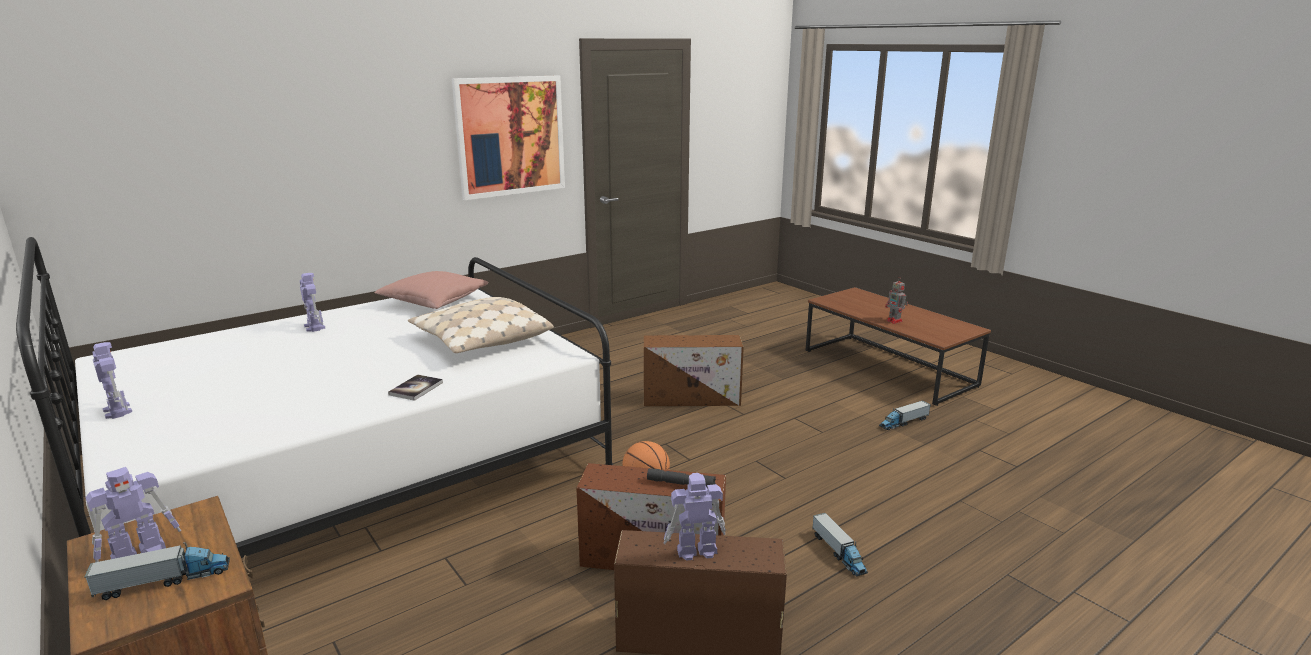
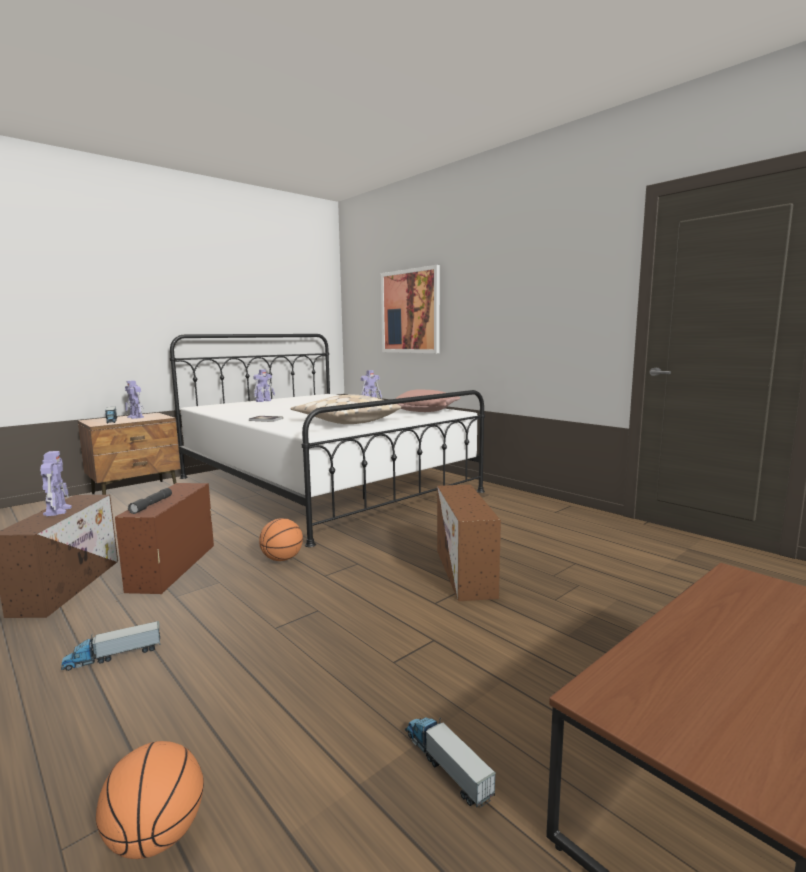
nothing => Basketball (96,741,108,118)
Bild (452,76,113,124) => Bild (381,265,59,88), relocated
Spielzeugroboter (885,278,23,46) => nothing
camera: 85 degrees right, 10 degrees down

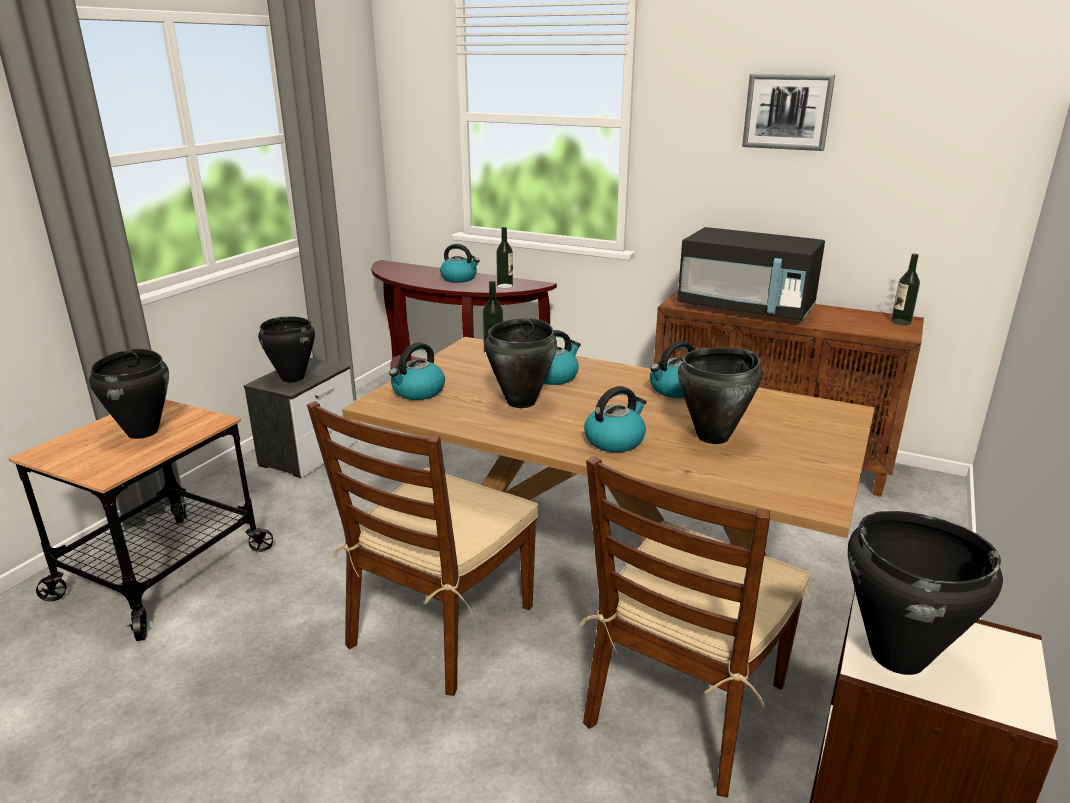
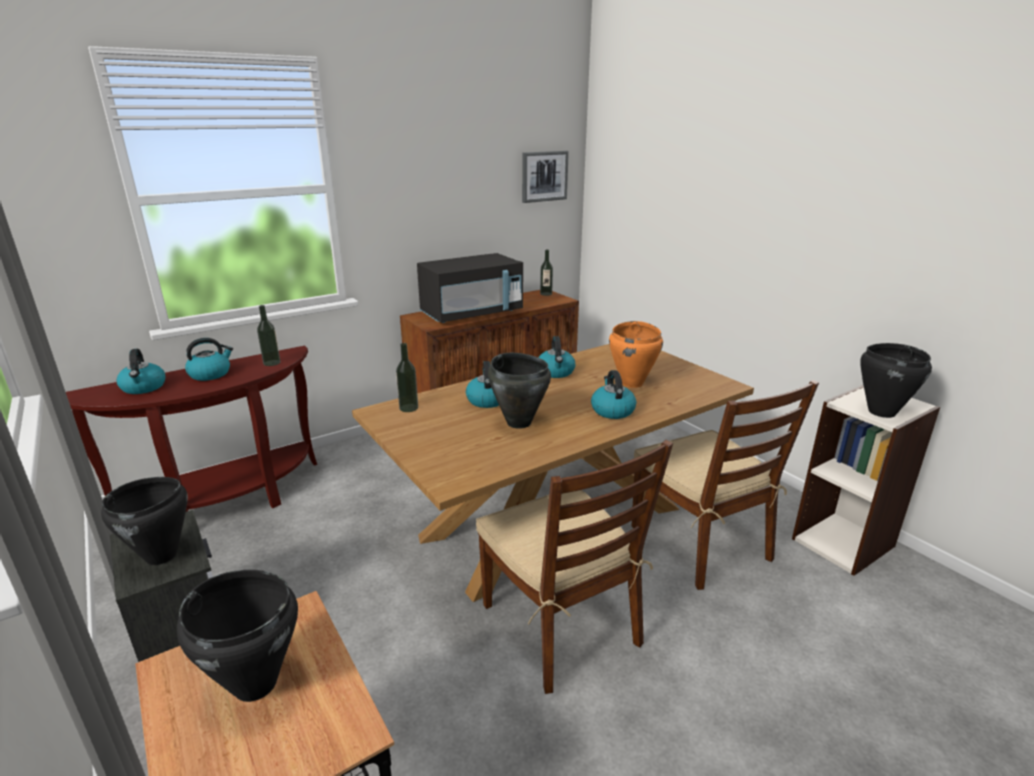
Wasserkessel (389,343,56,57) => Wasserkessel (117,349,48,45), relocated
Bild (742,74,93,77) => Bild (522,151,47,52), relocated
Kochtopf [schwarz] (678,347,84,97) => Kochtopf [orange] (609,321,54,67)
camera: 60 degrees left, 0 degrees up

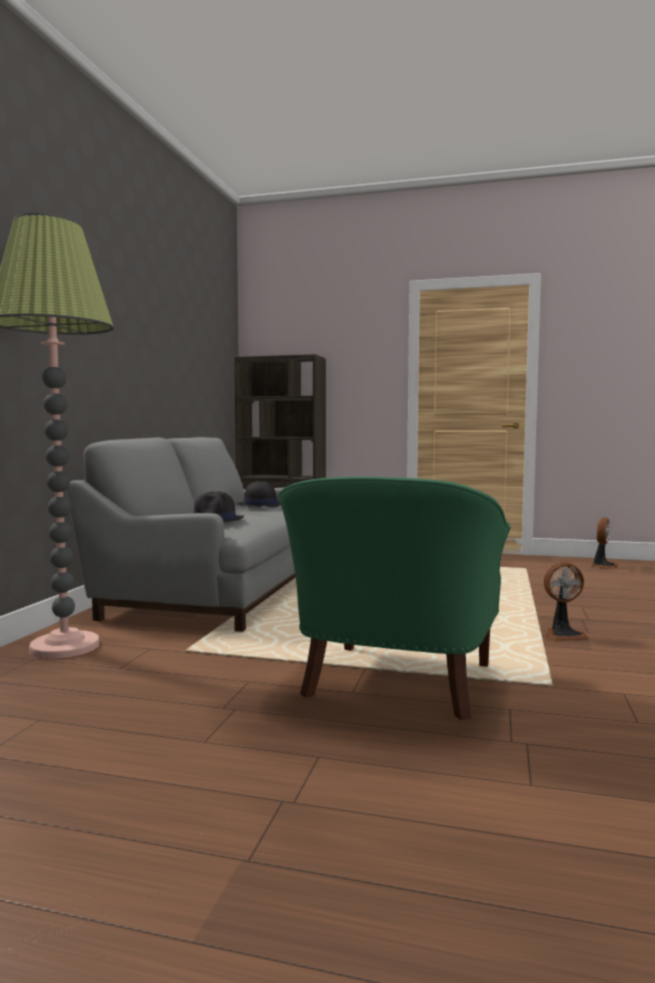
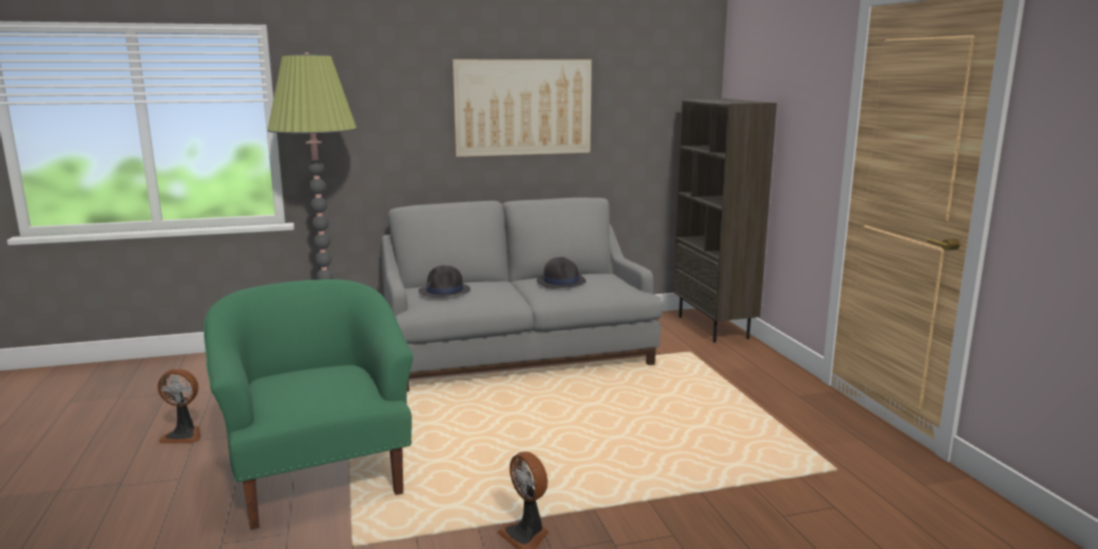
Ventilator (591,518,27,52) => Ventilator (158,369,43,74), relocated
Sessel [grün] (278,477,233,243) => Sessel [grün] (204,279,209,251), 75 degrees clockwise
nothing => Bild (452,59,140,98)
camera: 60 degrees right, 10 degrees up

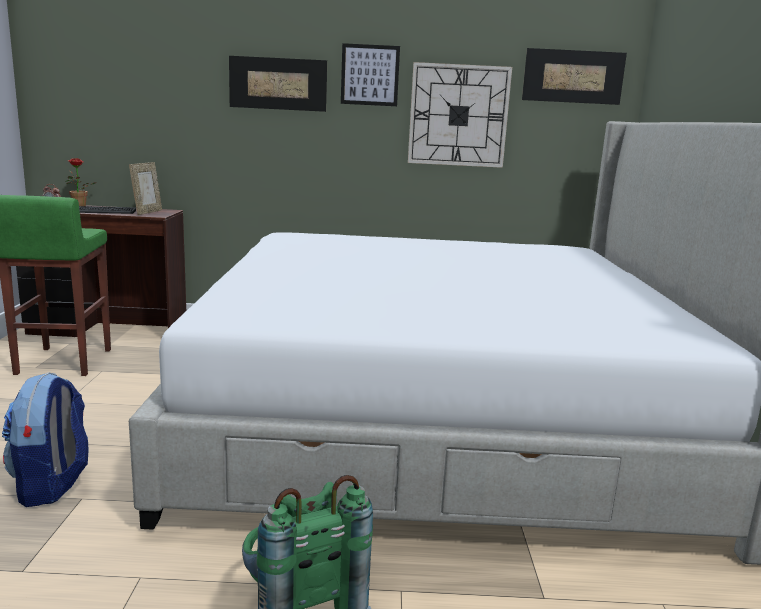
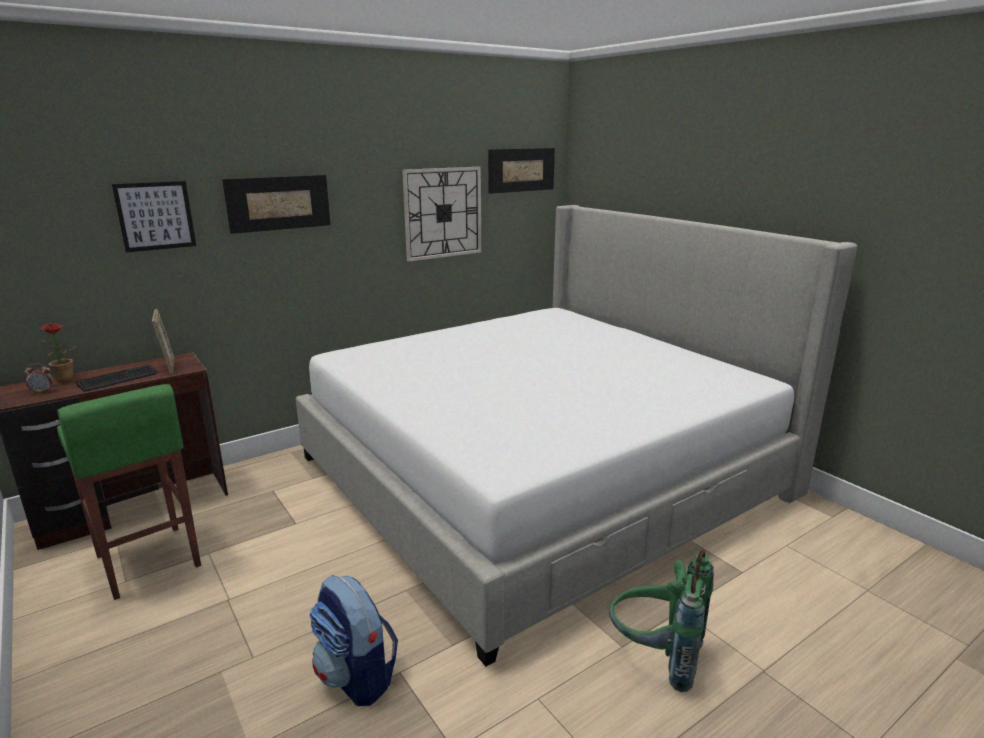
Bild (341,43,59,63) => Bild (112,181,84,71), relocated
camera: 35 degrees left, 5 degrees up

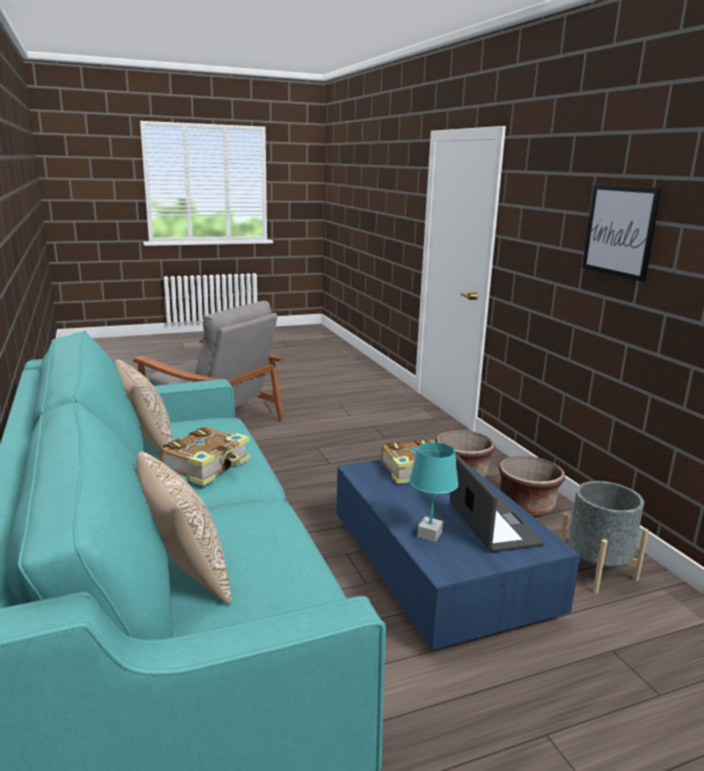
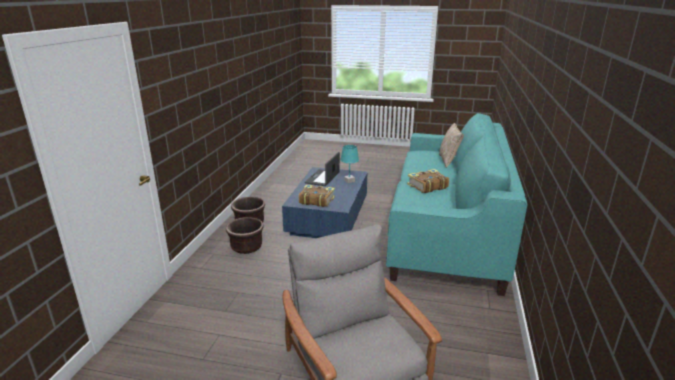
Kissen (115,359,58,91) => nothing
Pflanzkübel [grau] (560,481,89,113) => nothing
Bild (582,184,80,98) => nothing
camera: 145 degrees left, 5 degrees up

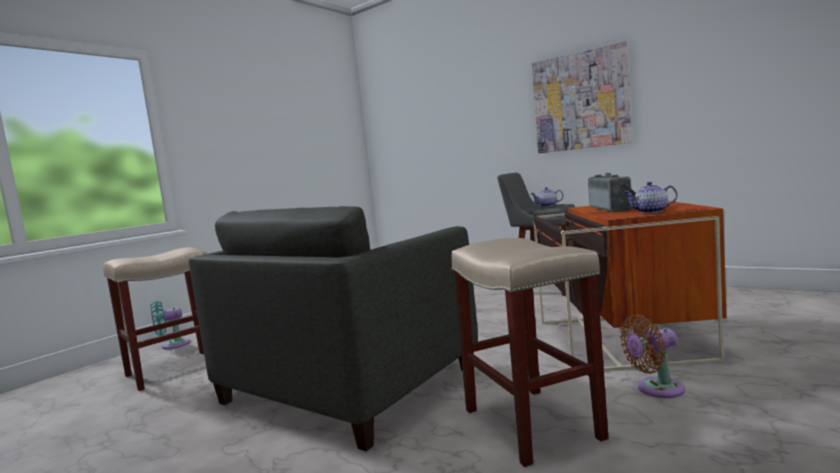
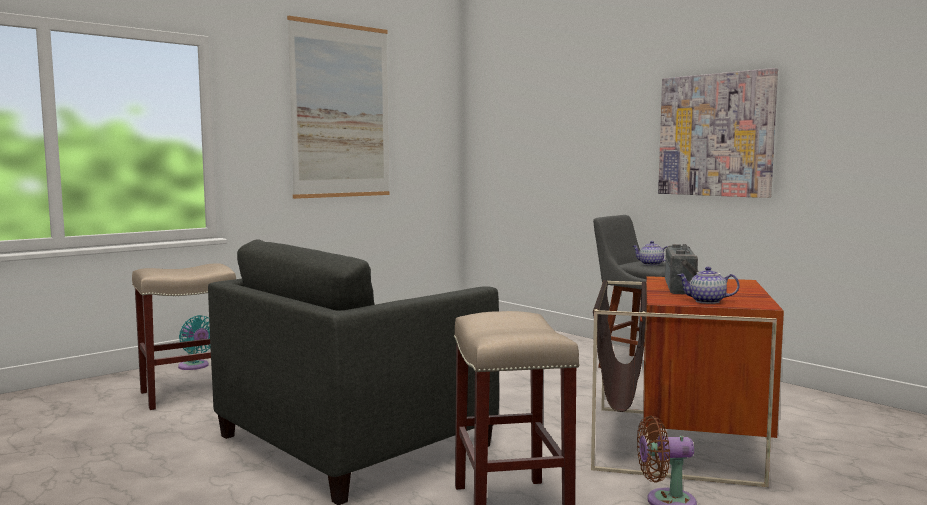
Ventilator [türkis] (150,301,40,48) => Ventilator [türkis] (178,315,33,55), 120 degrees counterclockwise
nothing => Bild (287,16,103,183)
camera: 10 degrees right, 0 degrees up

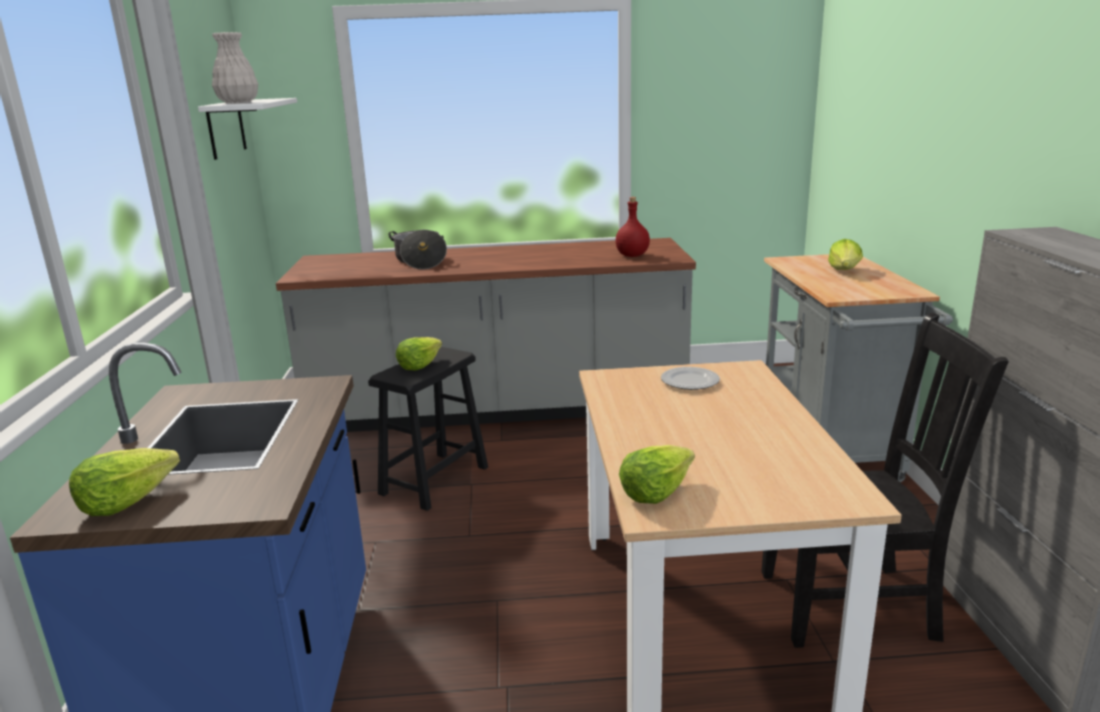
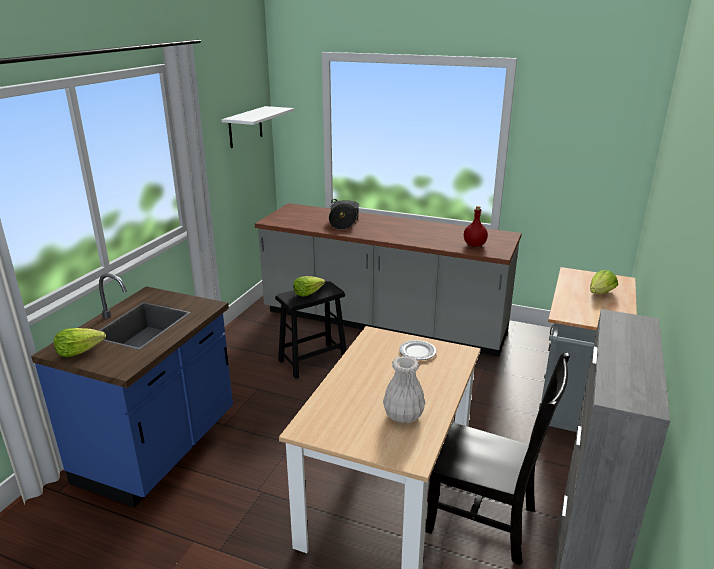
Vase [weiß] (212,32,46,72) => Vase [weiß] (383,356,43,67), relocated
Salatkopf (619,445,76,59) => nothing
camera: 25 degrees right, 5 degrees up

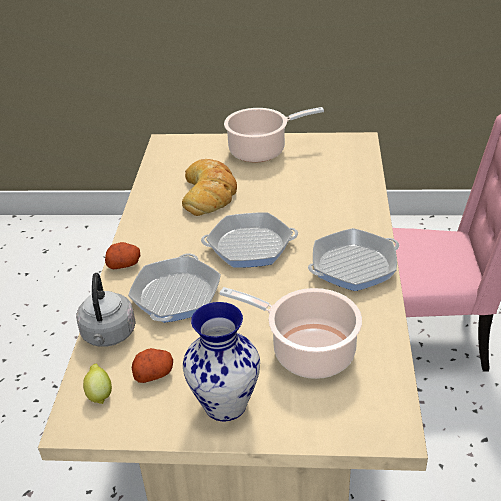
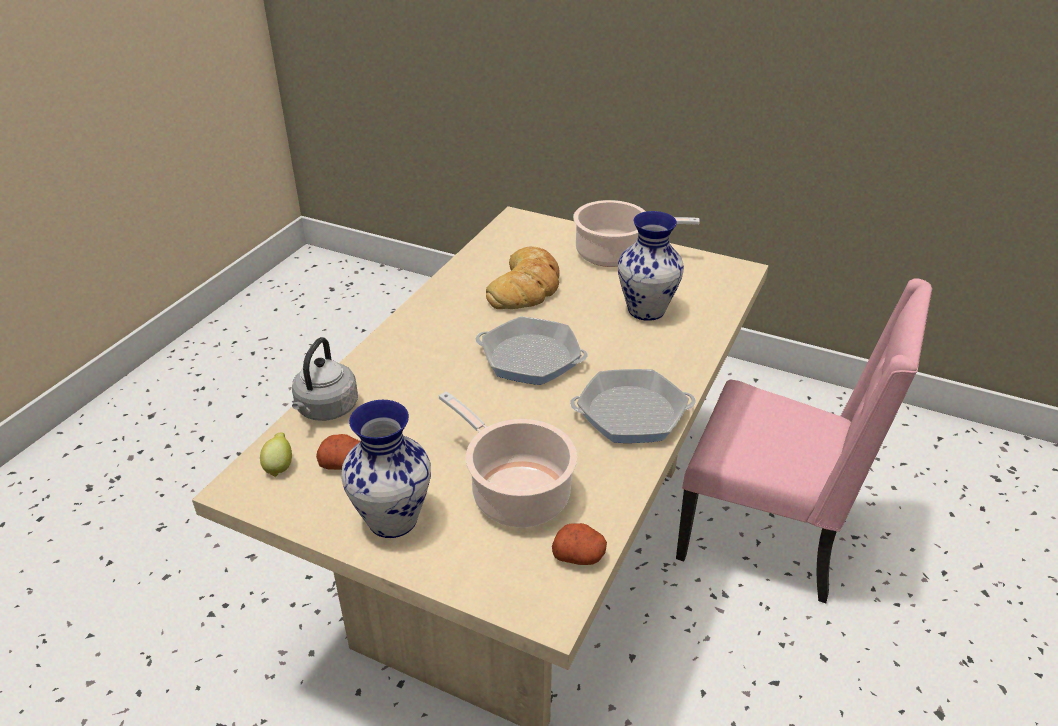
Kartoffel (105,242,35,27) => Kartoffel (552,523,55,42), relocated
nothing => Vase (618,211,66,110)
Pfanne (128,253,93,70) => nothing
camera: 20 degrees right, 0 degrees up

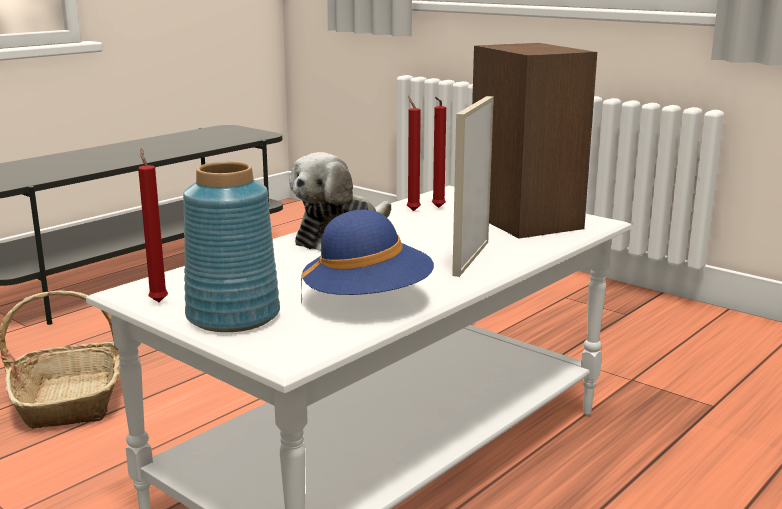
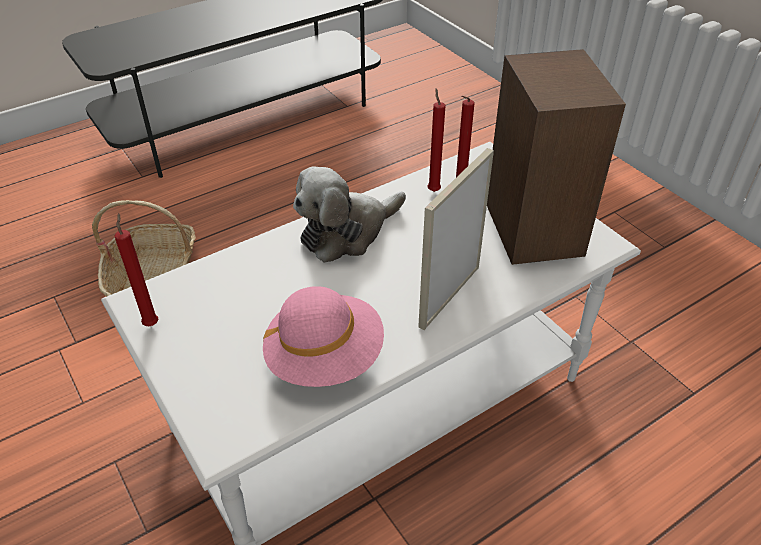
Hut [blau] (301,210,133,94) => Hut [rosa] (263,286,121,101)
Vase [blau] (183,161,97,171) => nothing
camera: 15 degrees right, 25 degrees up

